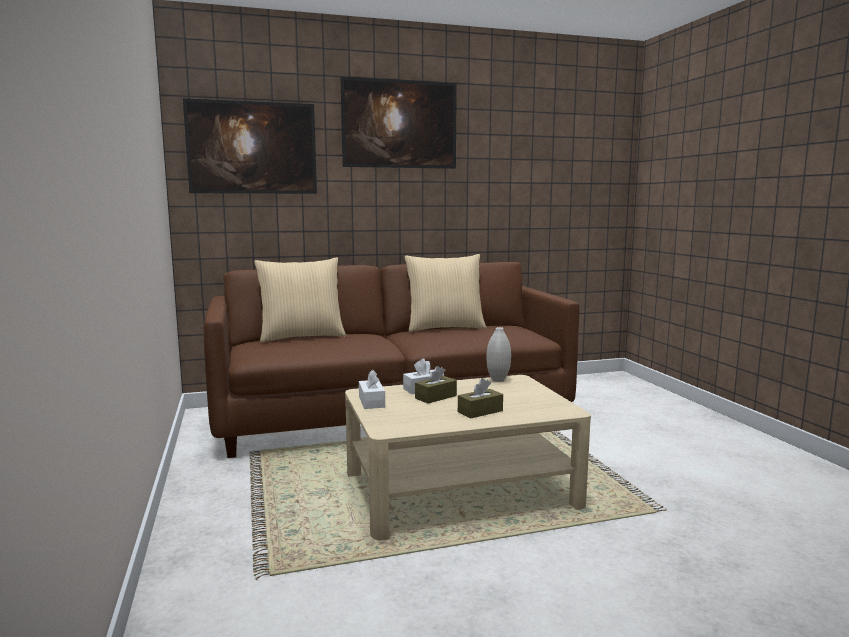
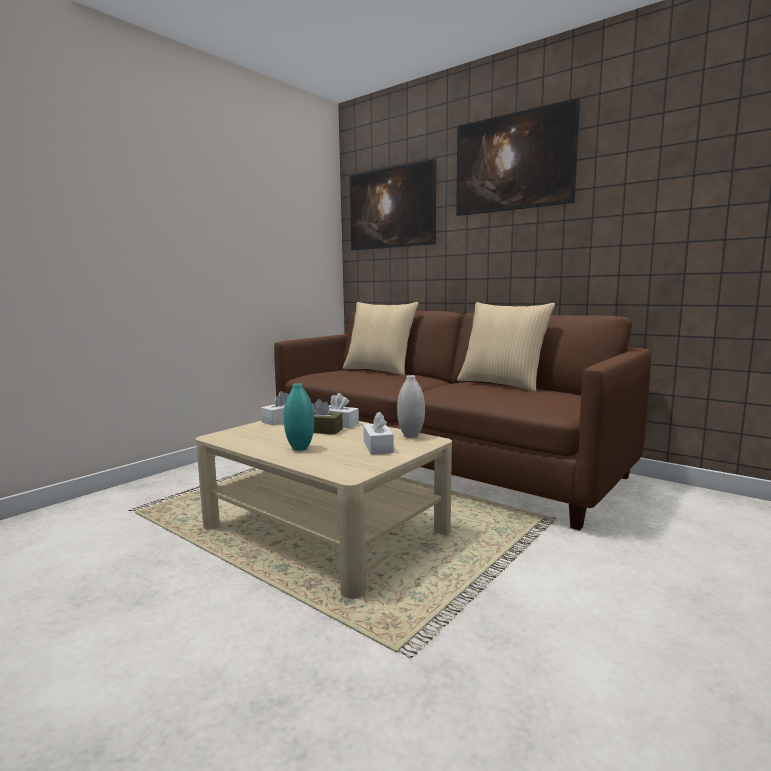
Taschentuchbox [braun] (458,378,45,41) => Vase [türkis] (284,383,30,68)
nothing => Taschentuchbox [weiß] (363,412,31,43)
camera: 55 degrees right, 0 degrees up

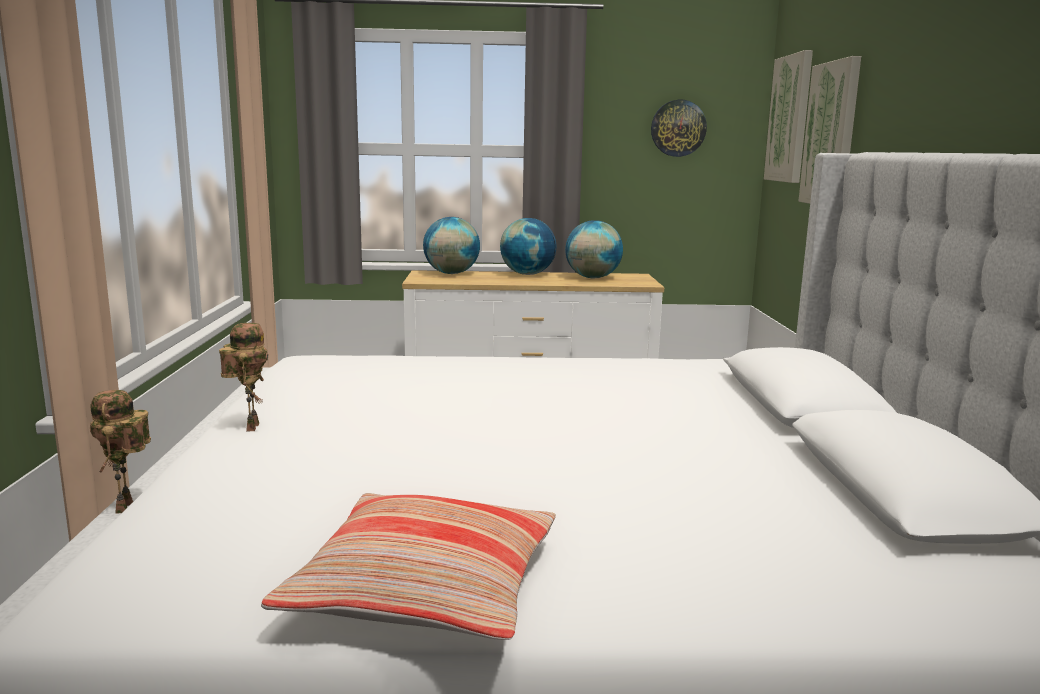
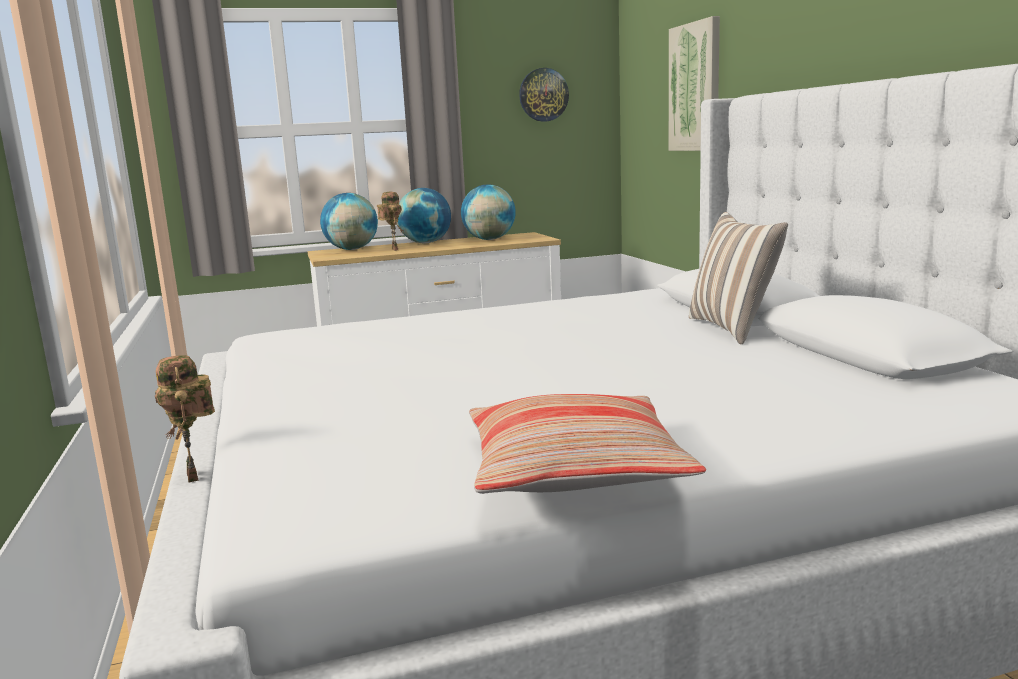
Spielzeugroboter (219,323,49,108) => Spielzeugroboter (377,192,27,59), relocated
nothing => Kissen (689,212,99,132)
Bild (764,50,49,133) => nothing
camera: 15 degrees left, 0 degrees up

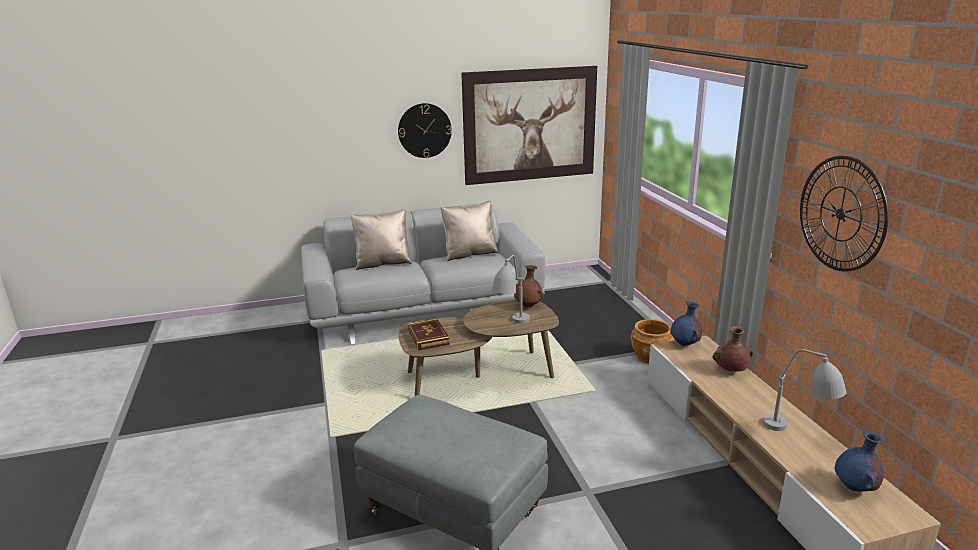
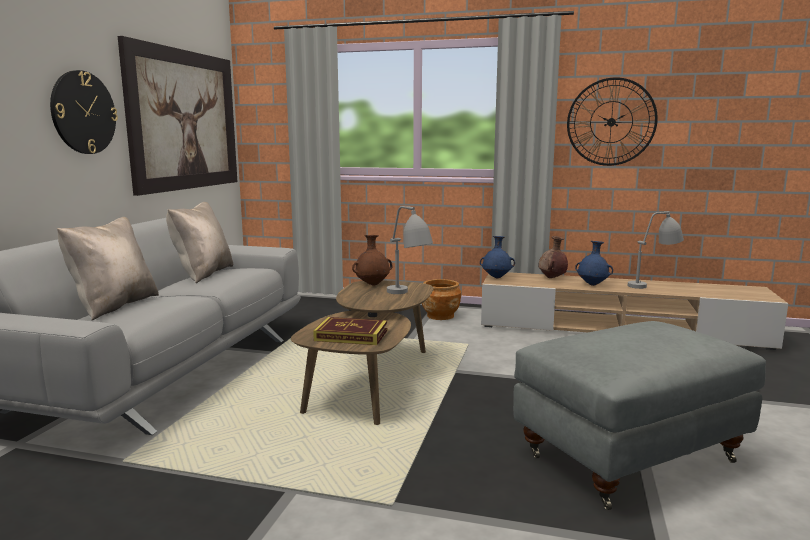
Vase [blau] (835,431,49,60) => Vase [blau] (575,241,38,45), relocated
camera: 60 degrees left, 10 degrees down

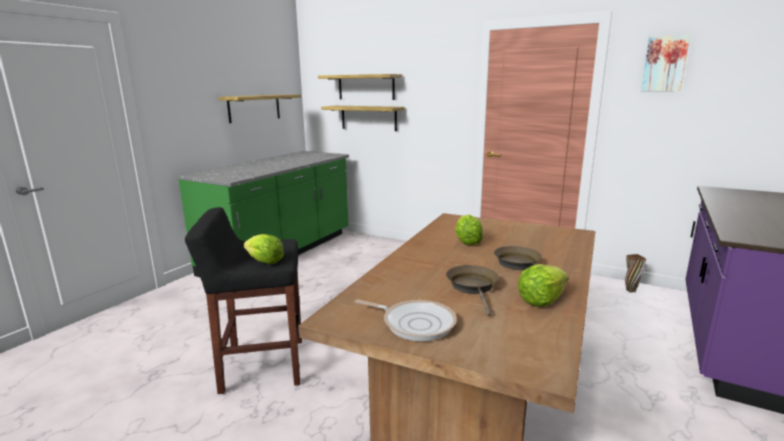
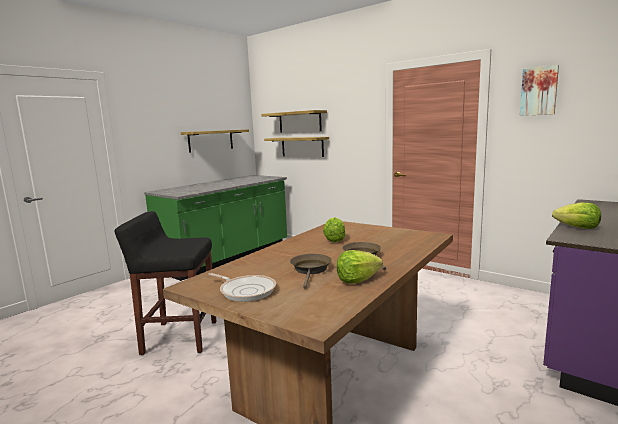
Salatkopf (243,234,41,30) => Salatkopf (552,202,49,27), relocated
Vase [braun] (625,254,21,39) => nothing
camera: 10 degrees right, 5 degrees down

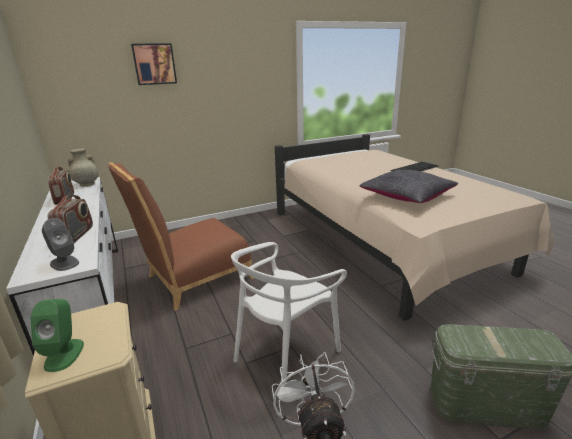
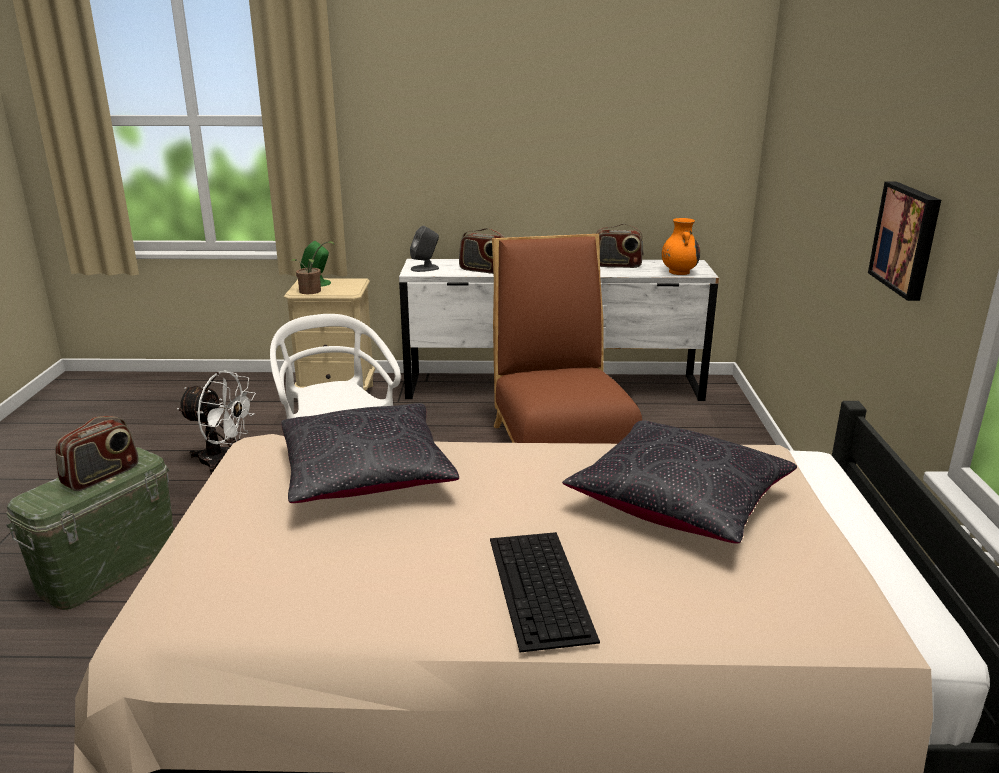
nothing => Radio (55,416,84,75)
nothing => Topfpflanze (290,241,45,53)
nothing => Kissen [schwarz] (562,420,235,123)
Vase [beige] (68,148,30,39) => Vase [orange] (662,218,38,57)
Bild (131,43,46,42) => Bild (868,181,73,120), relocated
camera: 115 degrees right, 0 degrees up

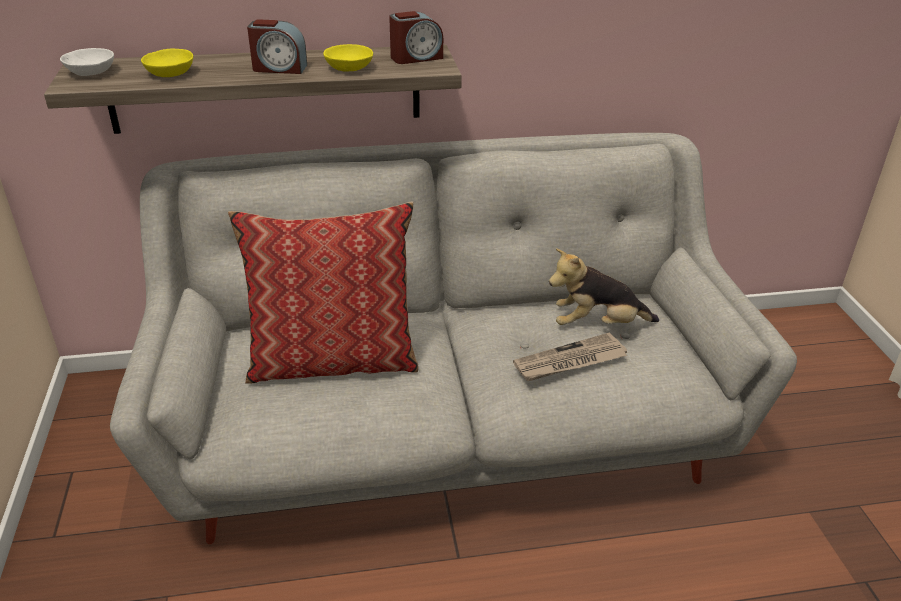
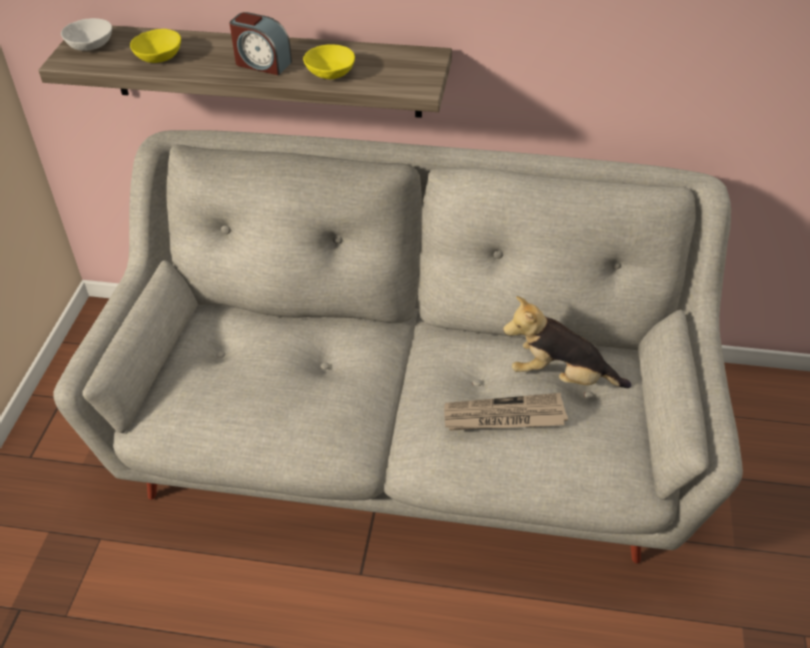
Kissen (228,201,191,183) => nothing
Wecker (389,11,54,53) => nothing
camera: 20 degrees right, 10 degrees up

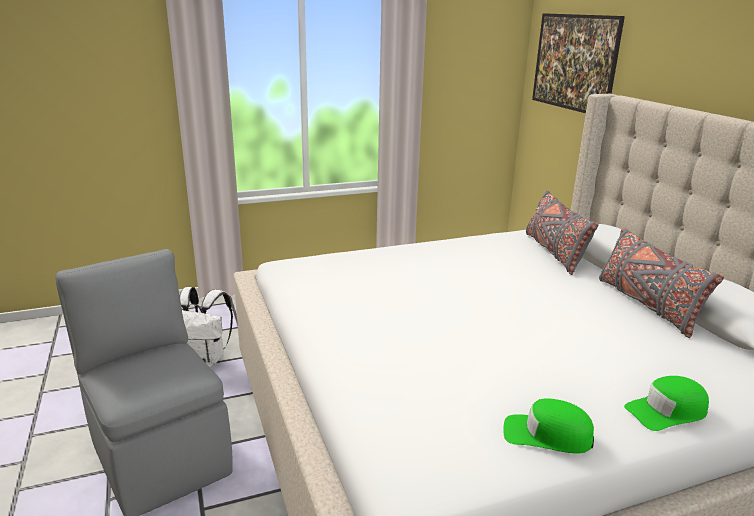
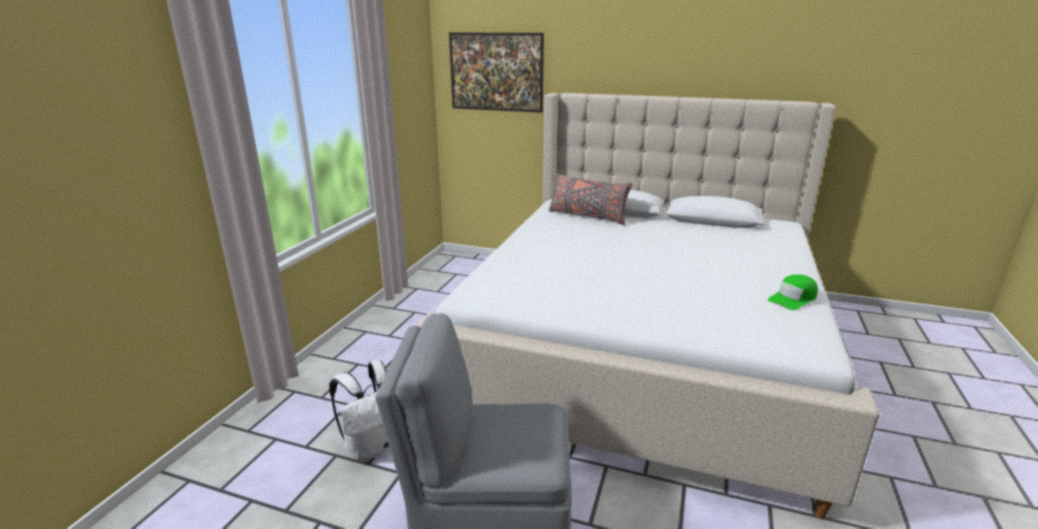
Kissen [grau] (599,228,125,110) => nothing
Kappe [grün] (624,376,85,55) => nothing
camera: 50 degrees left, 0 degrees up

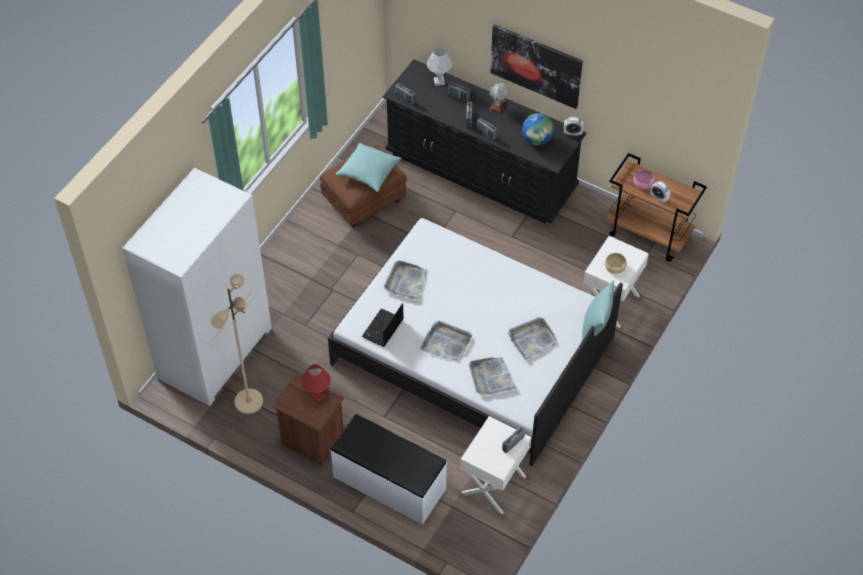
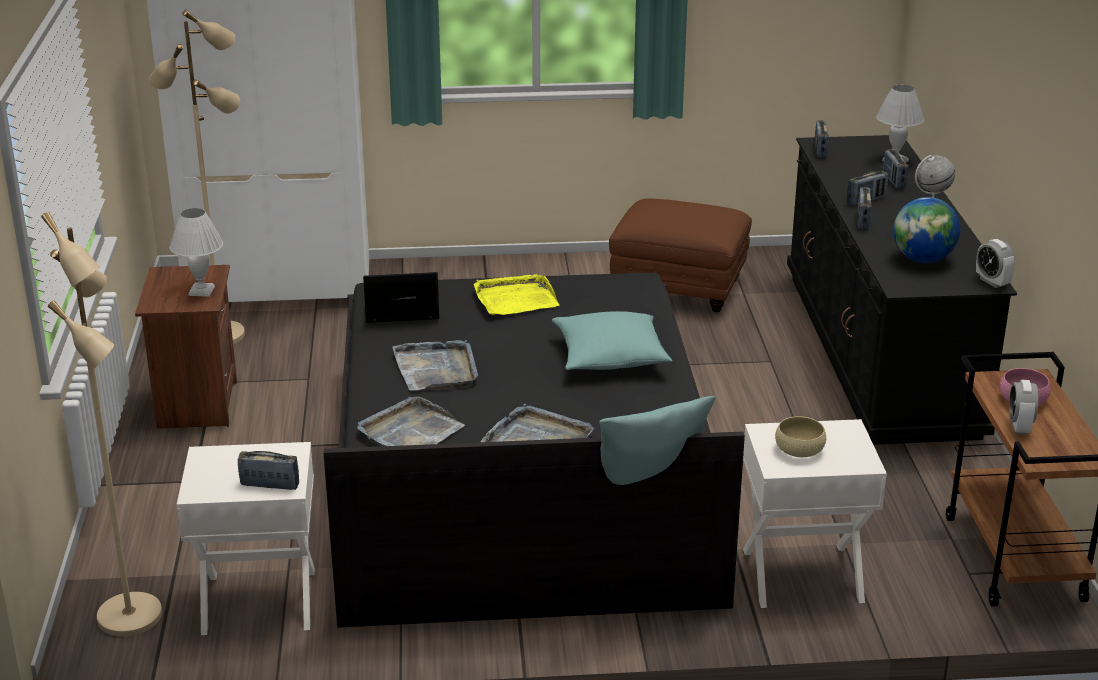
nothing => Stehlampe [beige] (41,212,121,425)
Tischlampe [rot] (301,364,30,38) => Tischlampe [weiß] (170,208,53,89)
Bett [weiß] (328,218,295,248) => Bett [schwarz] (324,273,421,355)
Tablett [grau] (384,260,44,40) => Tablett [gelb] (474,274,85,41)
Kissen [türkis] (335,143,67,49) => Kissen [türkis] (552,311,120,59), relocated
Bank [weiß] (330,414,117,111) => nothing
Bild (491,24,92,85) => nothing
camera: 55 degrees right, 25 degrees down

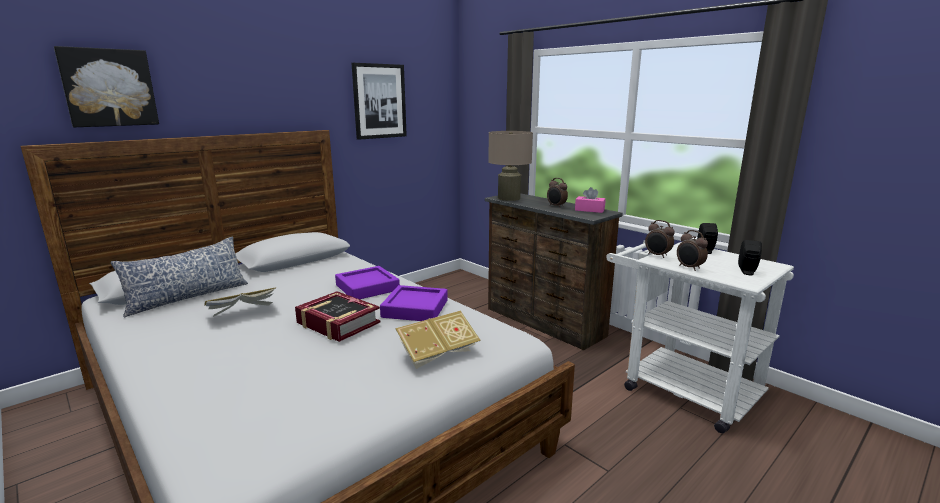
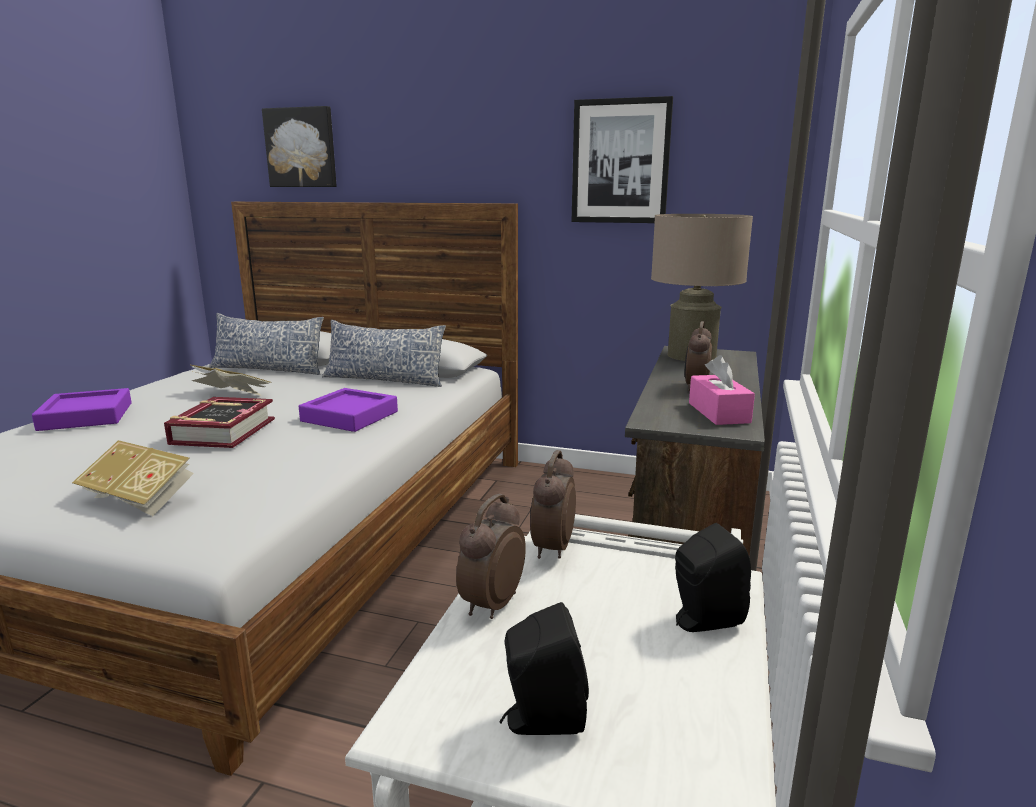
Tablett [lila] (380,285,68,36) => Tablett [lila] (32,388,100,43), relocated
nothing => Kissen (322,320,124,67)
camera: 60 degrees right, 0 degrees up

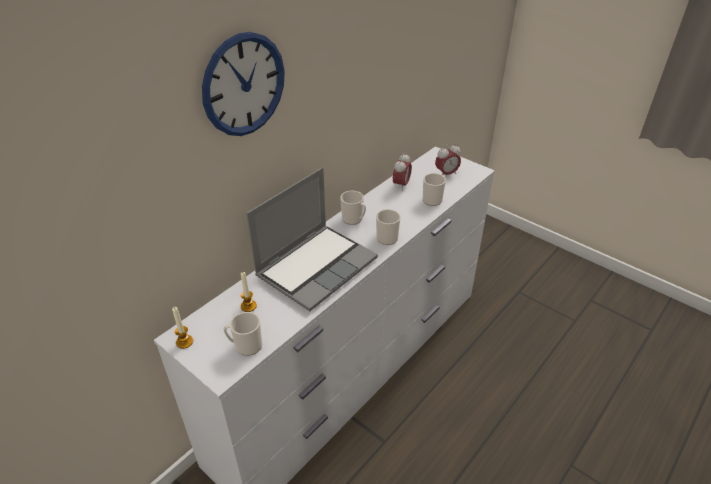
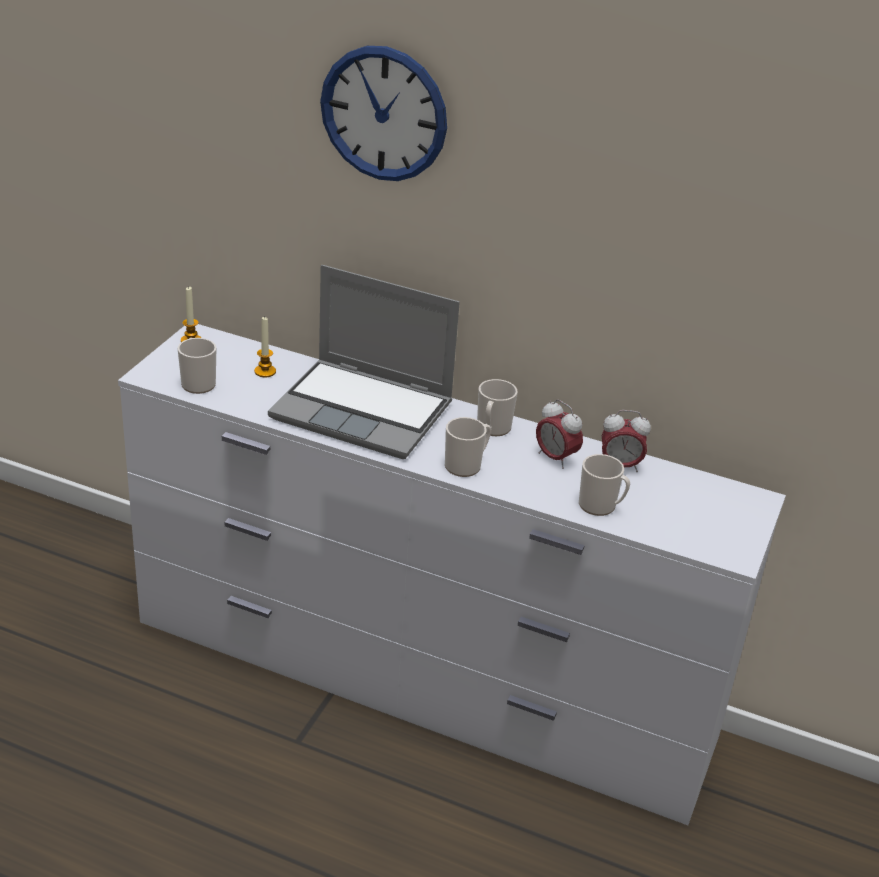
Wecker (435,143,26,32) => Wecker (536,399,47,70), relocated
camera: 70 degrees right, 5 degrees down

